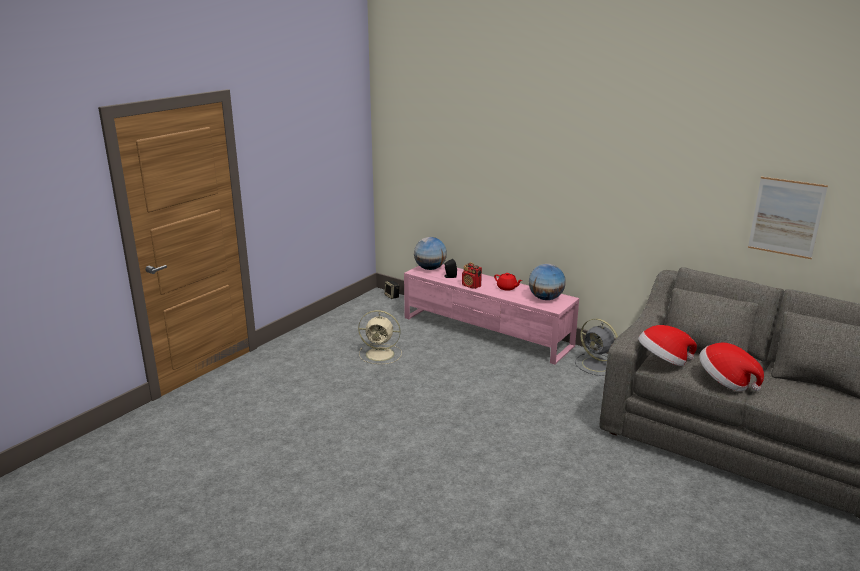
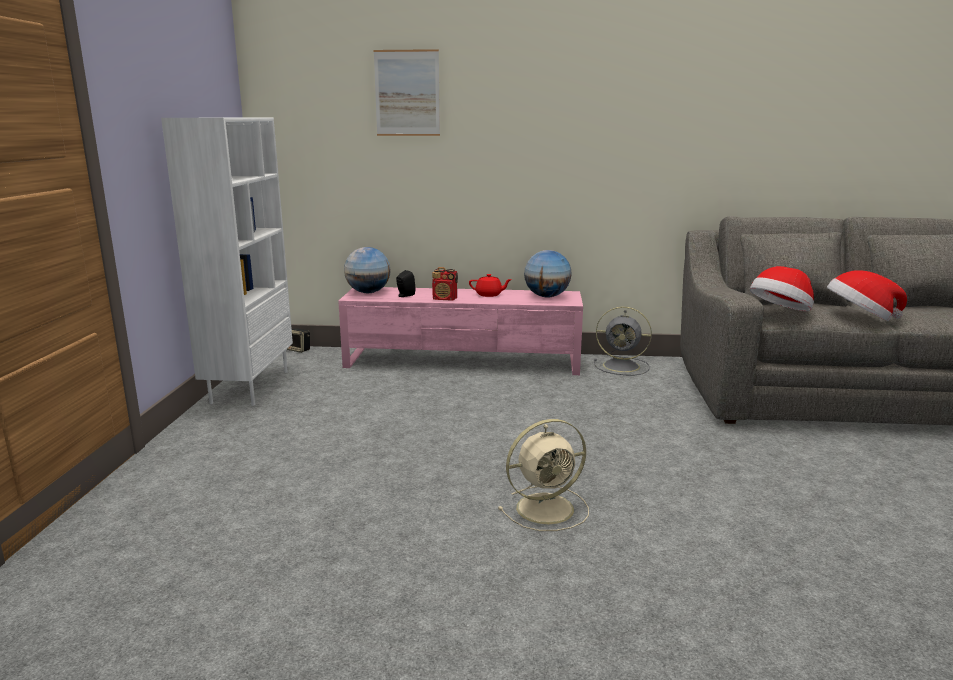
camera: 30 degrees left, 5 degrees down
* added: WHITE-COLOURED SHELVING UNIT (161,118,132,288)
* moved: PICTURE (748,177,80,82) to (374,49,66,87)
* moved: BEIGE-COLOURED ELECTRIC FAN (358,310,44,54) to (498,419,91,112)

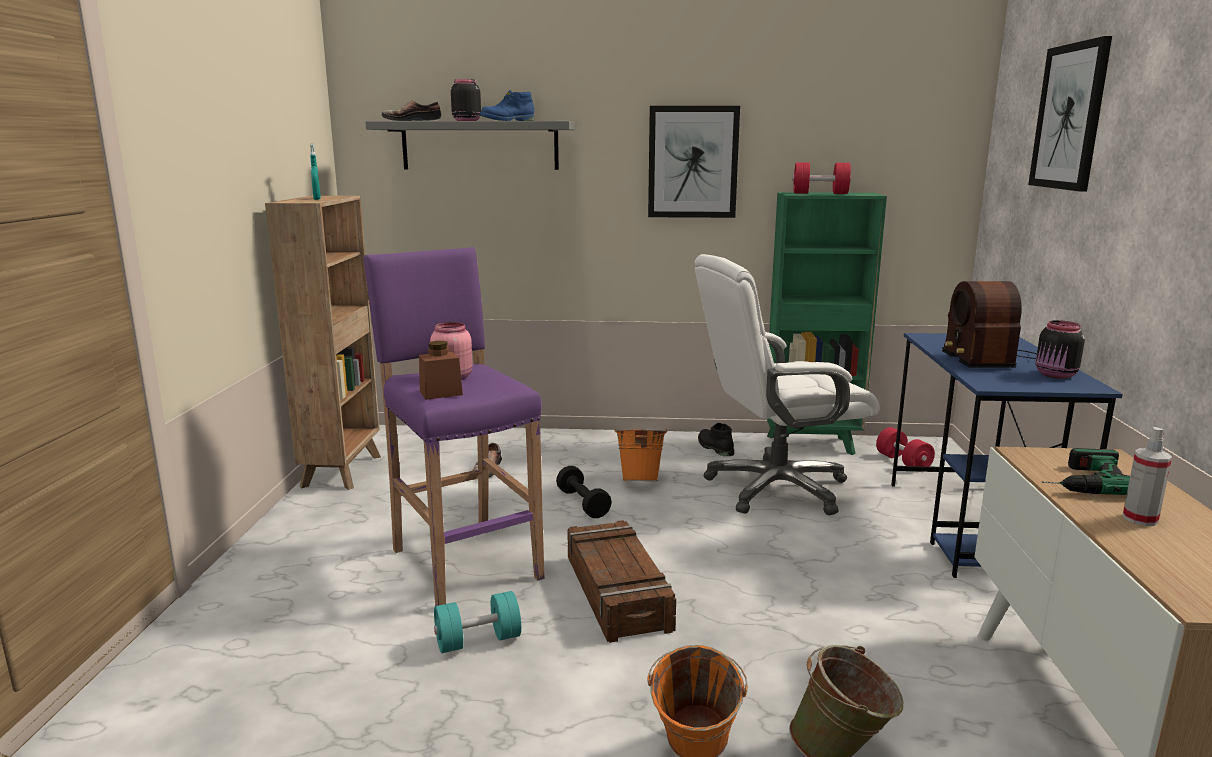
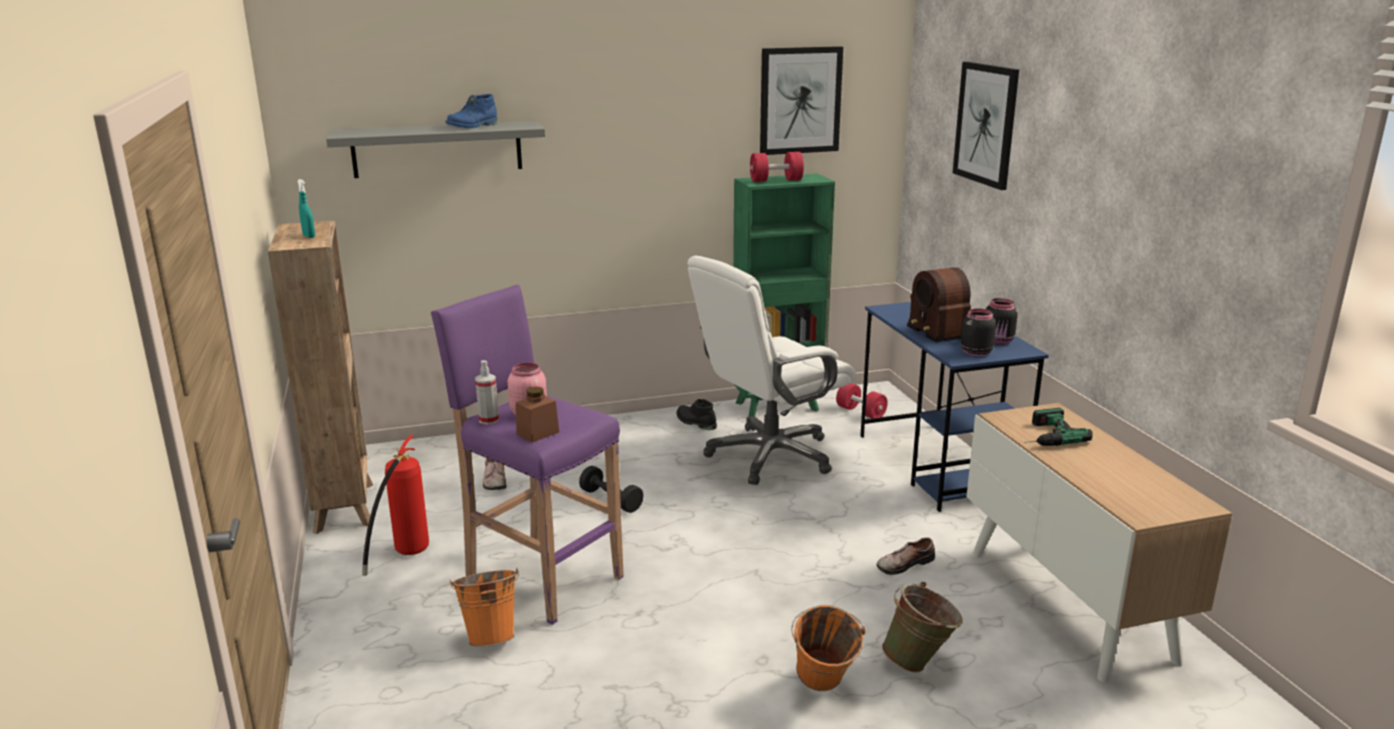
camera: 20 degrees left, 5 degrees up
* added: EXTINGUISHER (362,435,67,141)
* moved: ORANGEY BUCKET (614,428,54,53) to (450,568,69,79)
* moved: HAND SPRAYER (1122,427,50,99) to (475,360,24,65)
* moved: PICTURE (648,106,92,112) to (760,46,83,109)
* moved: ITEM OF FOOTWEAR (382,100,59,21) to (877,537,58,38)
* moved: BLACK-COLOURED PRESERVE JAR (451,79,30,42) to (961,308,35,49)
* removed: TURQUOISE-COLOURED HAND WEIGHT (434,591,87,62)
* removed: SHIPPING CRATE (567,520,109,123)

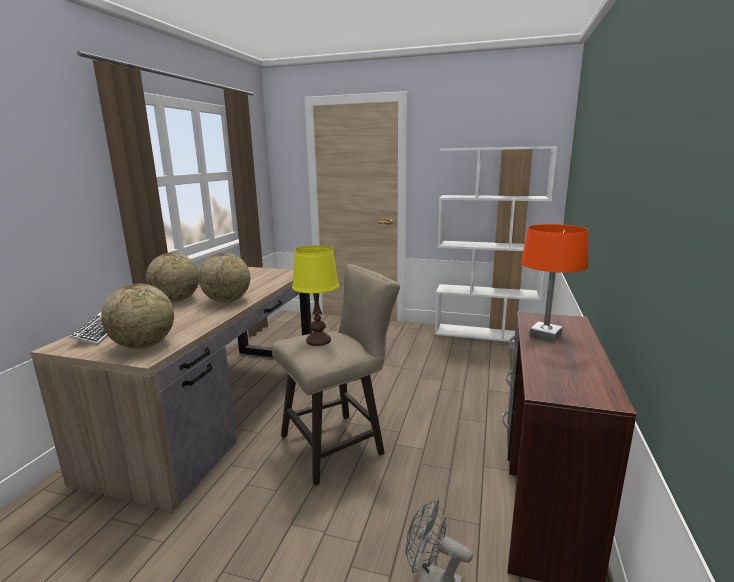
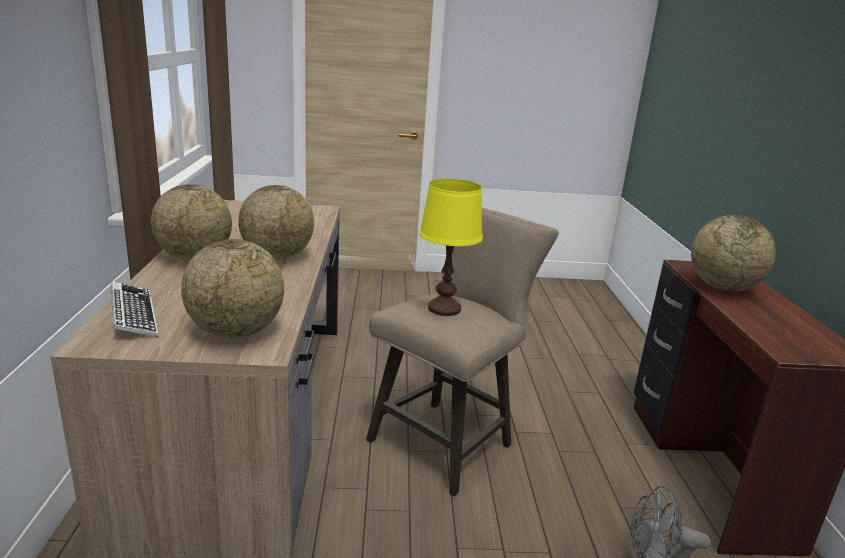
camera: 20 degrees left, 5 degrees up
* replaced: ORANGEY LAMP FOR A TABLE (521,224,67,118) to DESK GLOBE (691,215,85,76)
* removed: WHITE-COLOURED SHELVING UNIT (435,146,122,196)

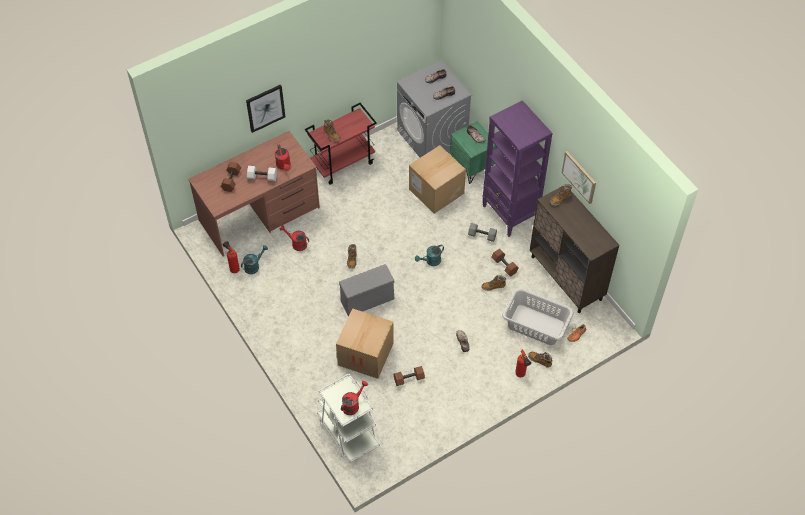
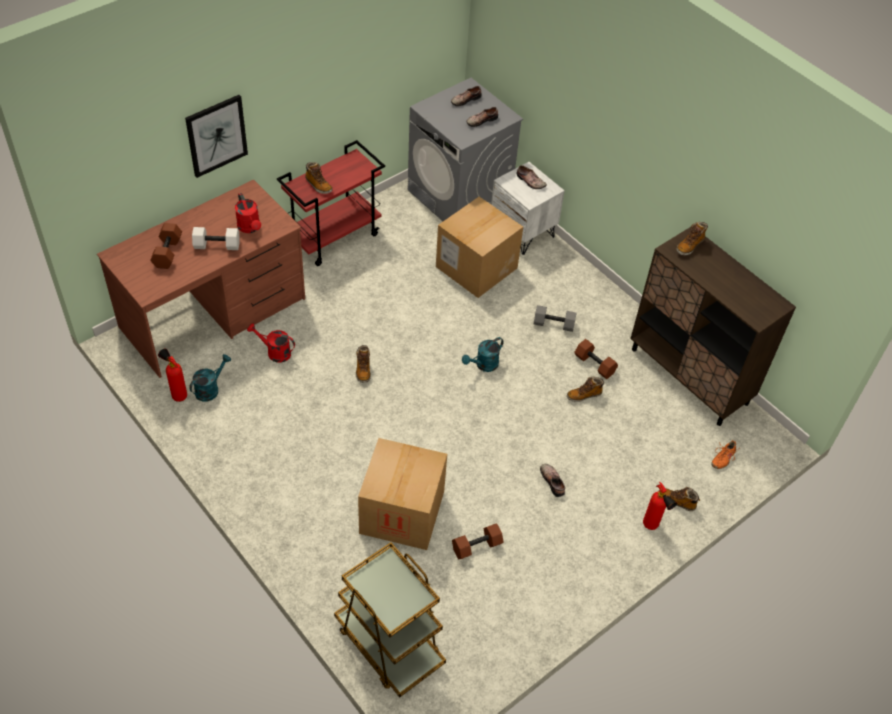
camera: 10 degrees left, 5 degrees down
* recoloured: WHITE-COLOURED WHEELED CART (317,374,63,89) to BROWNISH WHEELED CART (334,542,112,155)
* recoloured: GREEN-COLOURED NIGHTSTAND (450,121,47,63) to WHITE-COLOURED NIGHTSTAND (491,162,74,93)
* removed: GRAY STORAGE CONTAINER (339,264,55,53)
* removed: REDDISH WATERING CAN (341,381,27,34)
* removed: PURPLISH SHELVING UNIT (482,100,71,137)
* removed: GRAY HAMPER (502,288,72,57)
* removed: PICTURE (562,151,34,53)

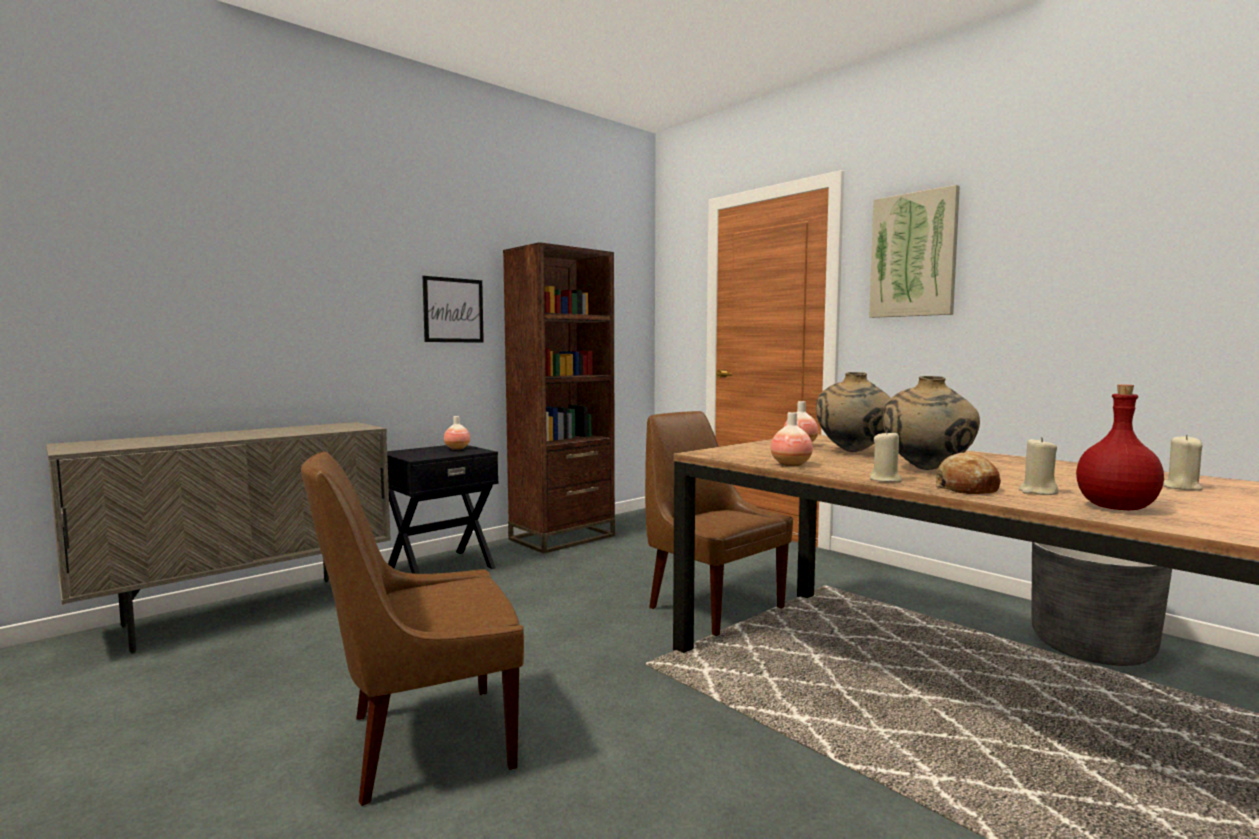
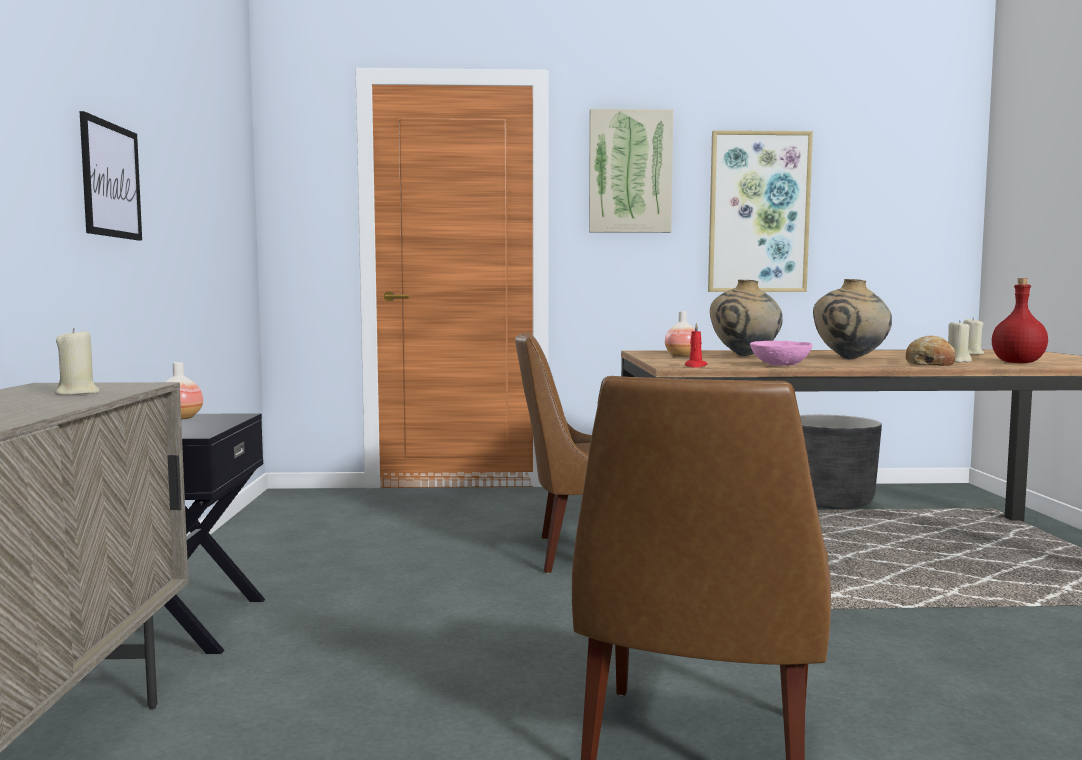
camera: 50 degrees left, 0 degrees up
* moved: BEIGE-COLOURED WAX LIGHT (870,430,32,52) to (55,328,45,67)
* added: REDDISH WAX LIGHT (685,322,22,46)
* added: PICTURE (708,130,105,162)
* replaced: DECORATIVE VASE (771,412,42,54) to PINKISH DEEP DISH (750,341,62,25)
* removed: BROWNISH SHELVING UNIT (503,242,112,312)

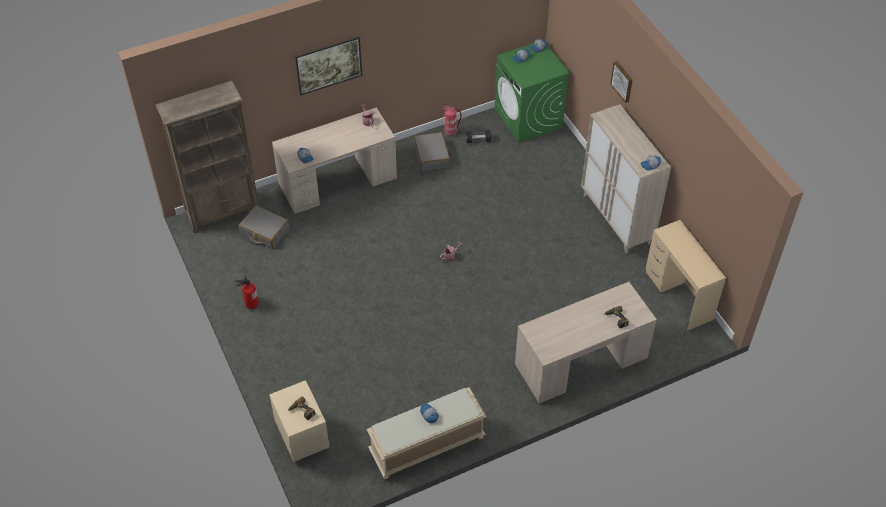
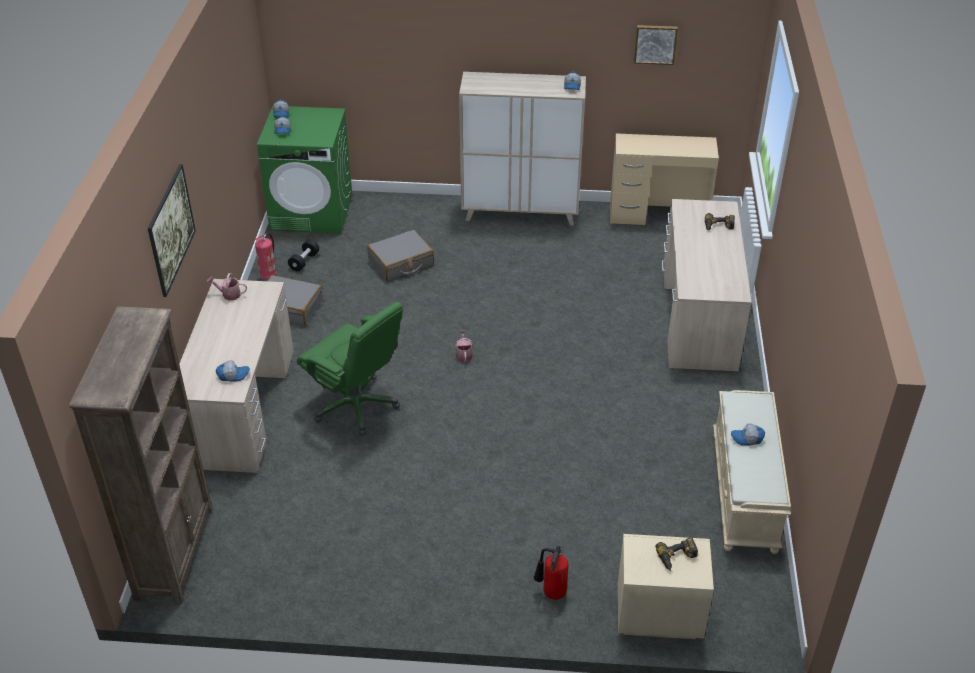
camera: 60 degrees left, 10 degrees down
* added: GREEN-COLOURED OFFICE CHAIR (297,302,106,134)
* moved: GRAY PIECE OF LUGGAGE (238,205,52,44) to (367,230,67,51)
* moved: EXTINGUISHER (235,275,24,34) to (533,546,36,54)
* moved: PICTURE (610,61,22,42) to (634,25,44,40)

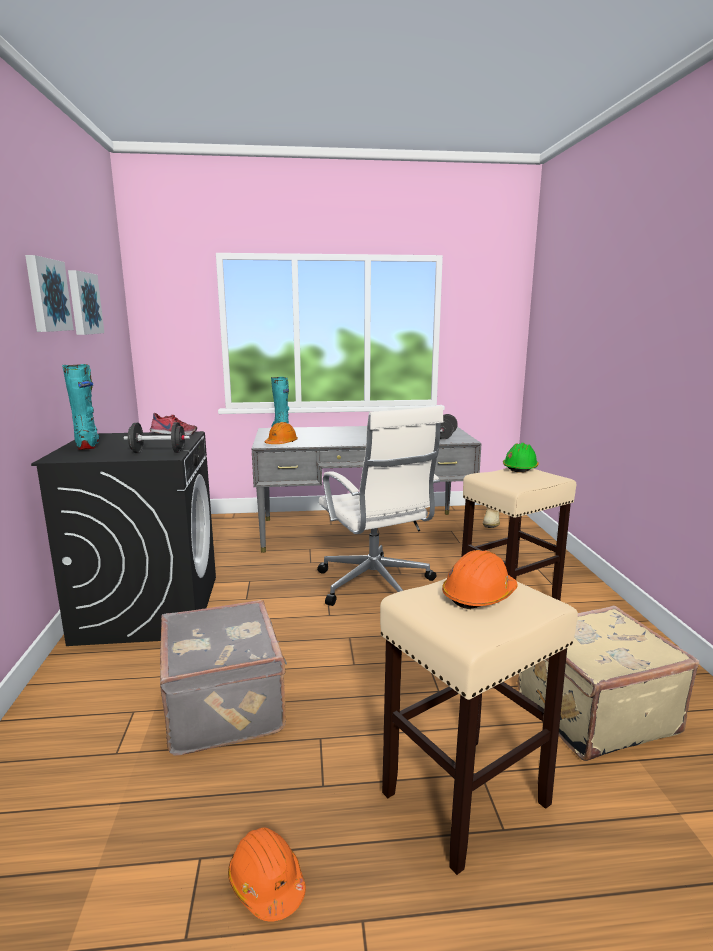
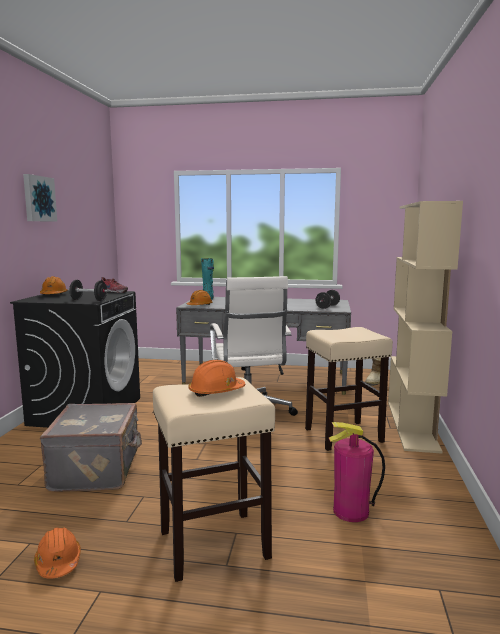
camera: 15 degrees right, 5 degrees down
* replaced: TURQUOISE-COLOURED TALL BOOT (62,364,37,86) to ORANGEY SAFETY HELMET (40,276,28,18)
* replaced: BEIGE-COLOURED PIECE OF LUGGAGE (518,605,181,156) to EXTINGUISHER (329,422,56,100)
* added: BEIGE-COLOURED SHELVING UNIT (388,201,75,252)
* removed: PICTURE (68,270,36,65)
* removed: GREEN-COLOURED SAFETY HELMET (503,443,36,30)

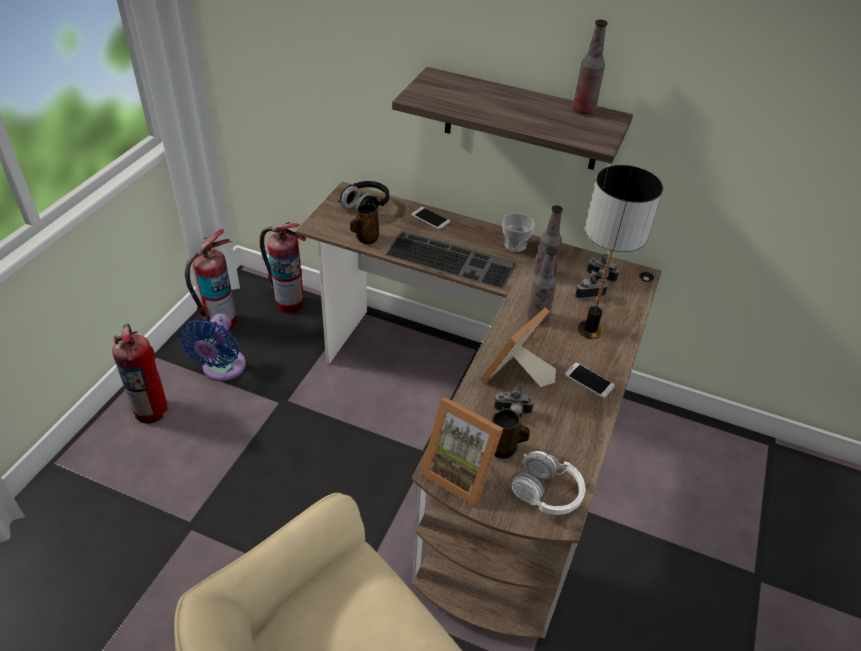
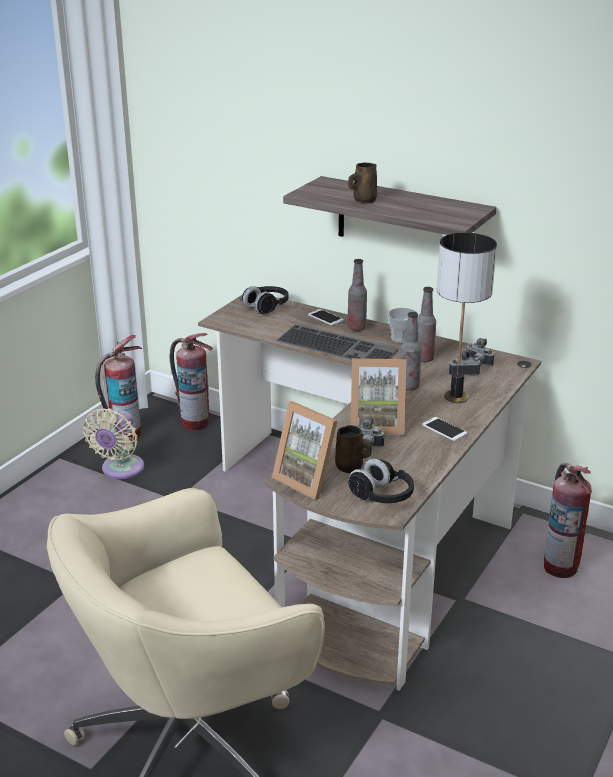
camera: 10 degrees right, 15 degrees down
* recoloured: BLUE ELECTRIC FAN (179,313,67,68) to BEIGE-COLOURED ELECTRIC FAN (83,408,61,71)
* moved: BEVERAGE BOTTLE (573,20,35,94) to (347,259,20,72)
* moved: BROWNISH TEA MUG (350,204,29,40) to (348,163,29,41)
* recoloured: WHITE-COLOURED HEADSET (511,451,75,64) to BLACK-COLOURED HEADSET (348,459,66,44)
* turned: PHOTO FRAME (480,307,76,80) = (351,358,55,77) 135 degrees counterclockwise
* moved: EXTINGUISHER (112,324,56,100) to (544,463,48,115)

